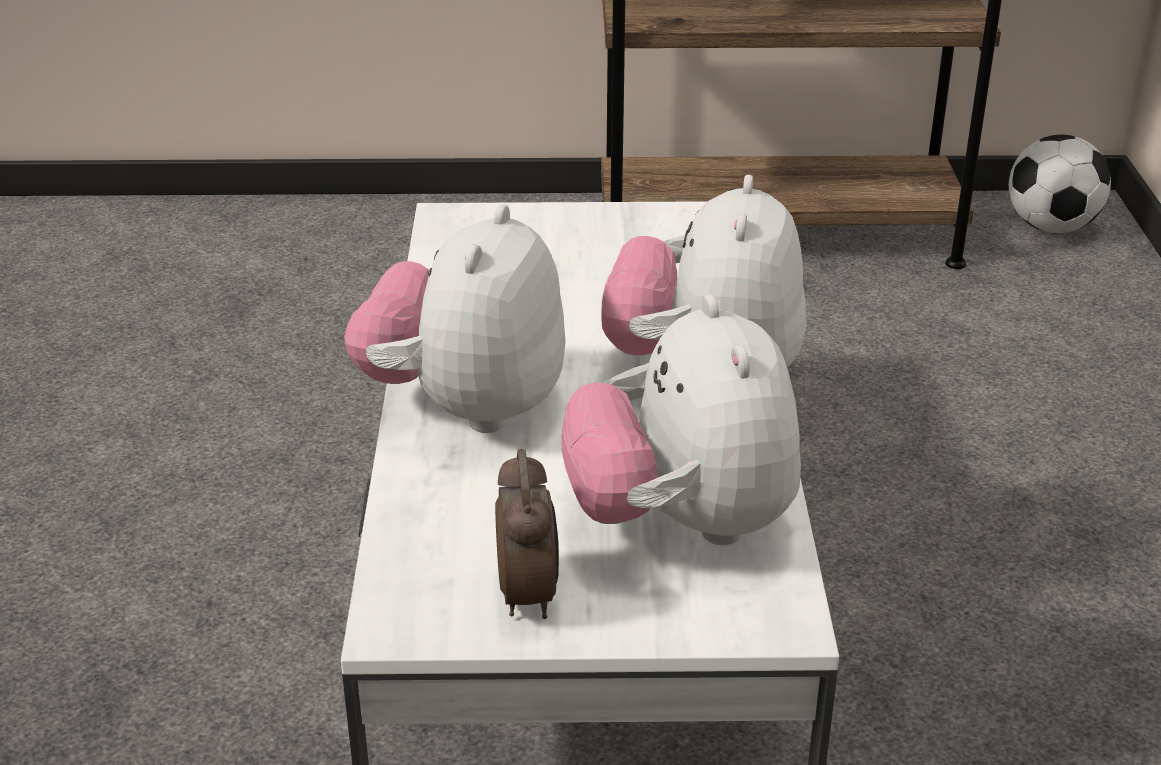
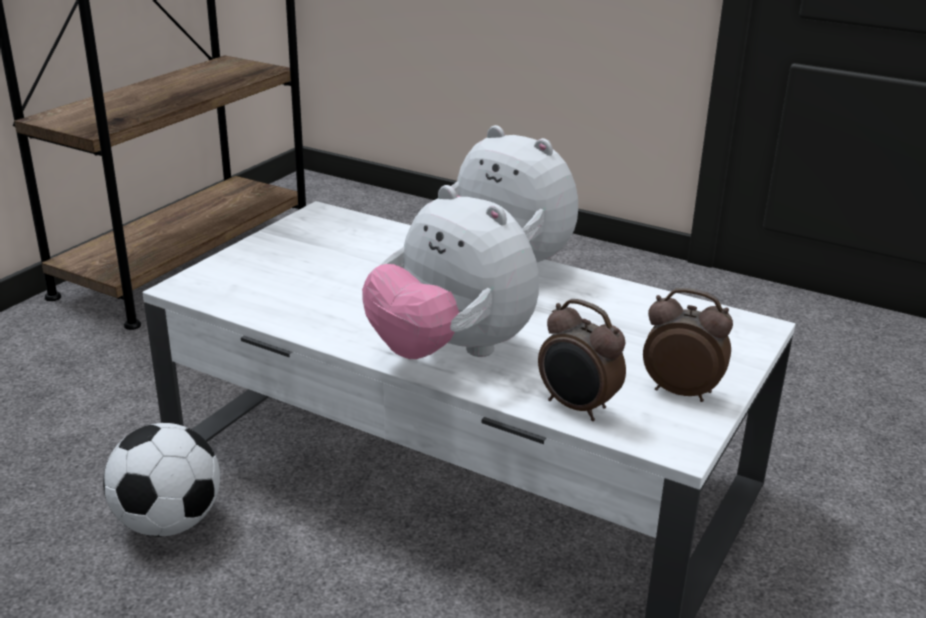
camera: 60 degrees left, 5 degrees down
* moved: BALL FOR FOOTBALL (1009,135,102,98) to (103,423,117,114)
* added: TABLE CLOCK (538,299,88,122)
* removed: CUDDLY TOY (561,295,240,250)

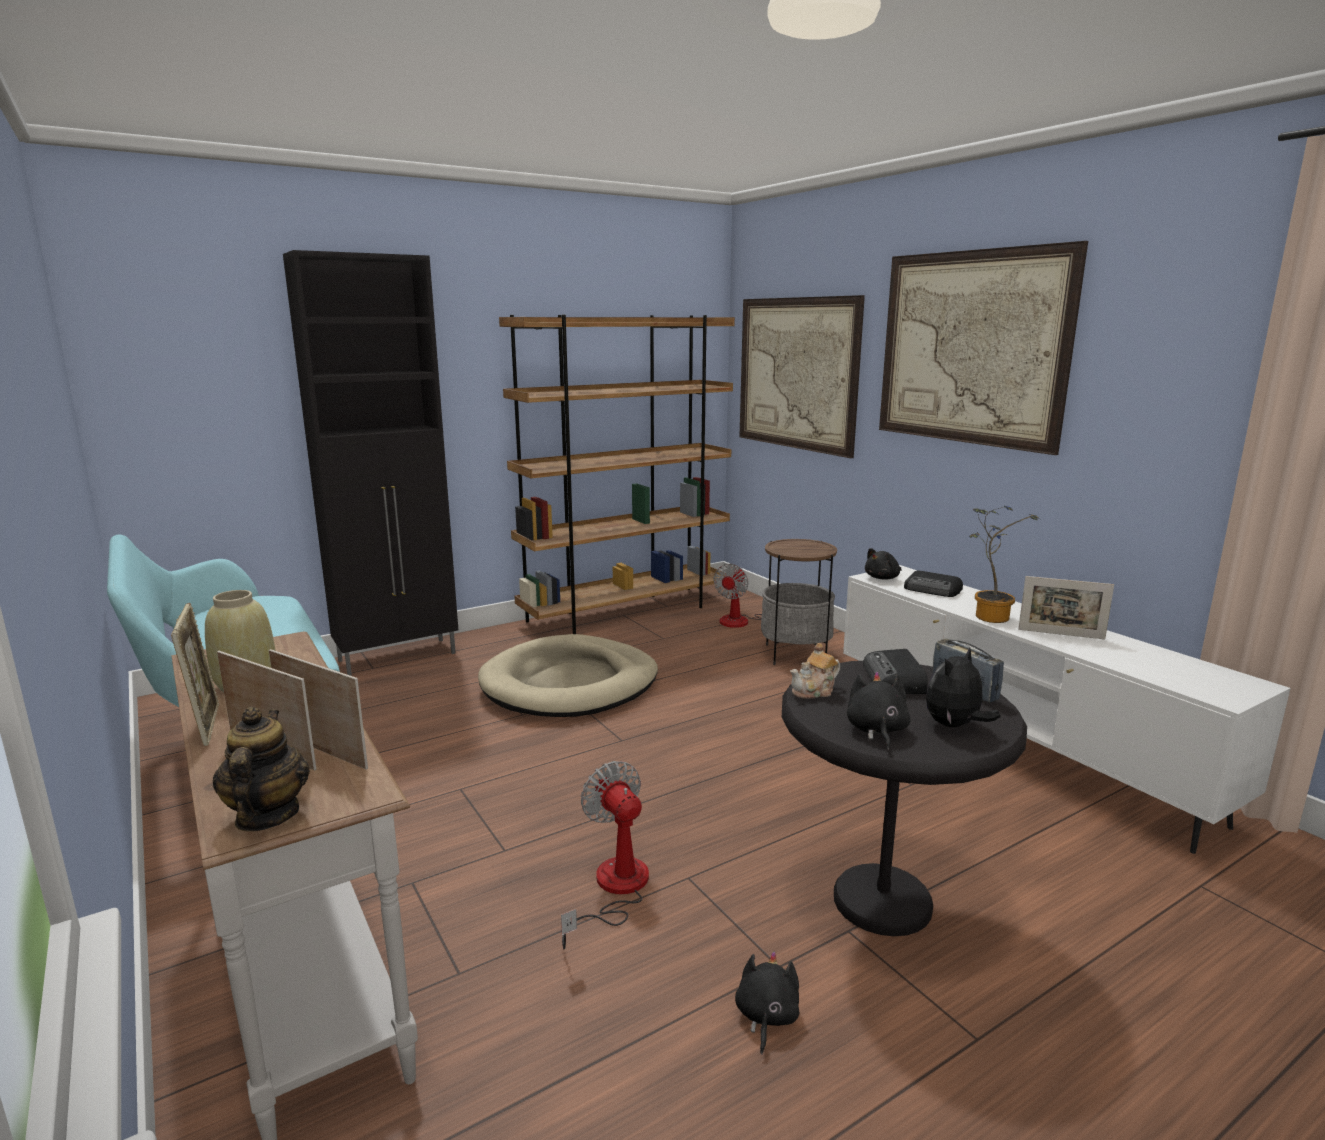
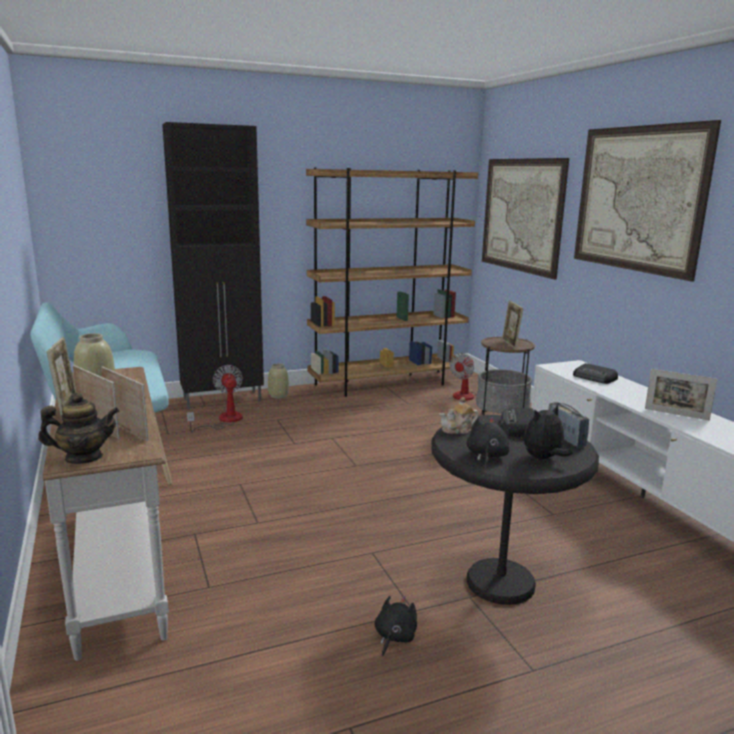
camera: 10 degrees right, 0 degrees up
* turned: POT FOR TEA (213,707,97,125) = (38,392,81,72) 75 degrees clockwise
* moved: ELECTRIC FAN (561,761,88,188) to (187,365,56,67)
* added: BEIGE-COLOURED DECORATIVE VASE (268,363,21,36)
* added: PHOTO FRAME (502,300,22,49)
* removed: BEIGE-COLOURED DOG BED (478,634,180,83)
* removed: BLACK-COLOURED CUDDLY TOY (865,548,37,31)
* removed: PLANT IN A POT (969,506,71,117)

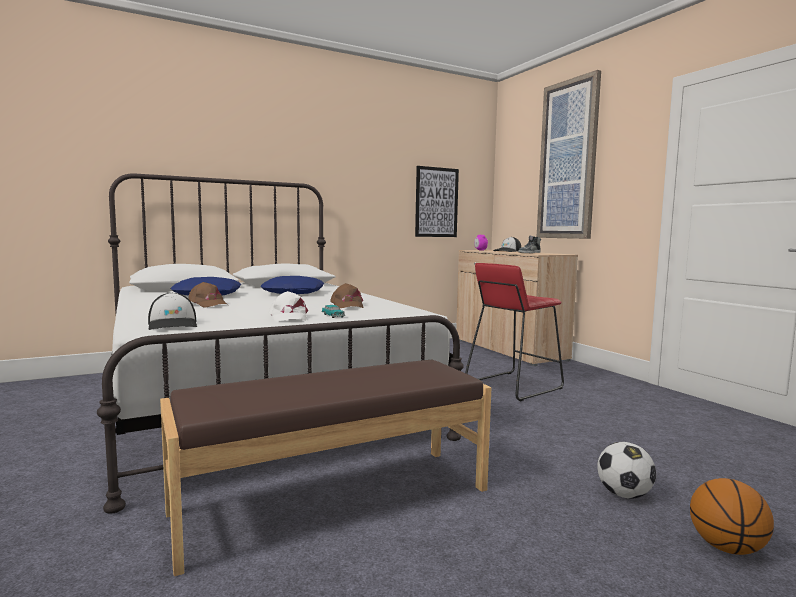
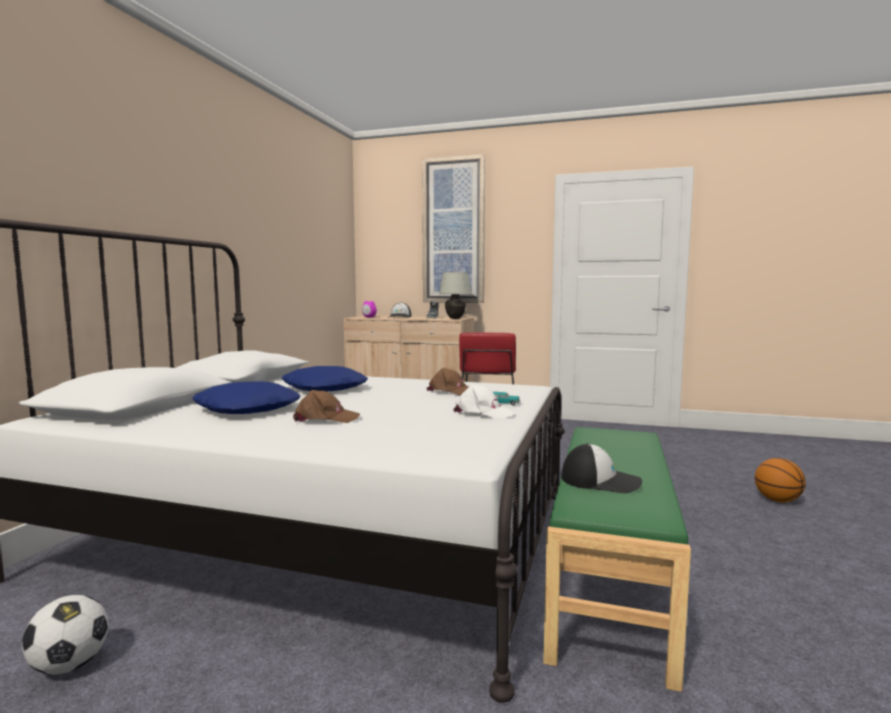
camera: 45 degrees left, 0 degrees up
* moved: BALL FOR FOOTBALL (597,442,59,57) to (22,595,87,80)
* added: WHITE-COLOURED LAMP FOR A TABLE (439,272,33,47)
* recoloured: BROWNISH BENCH (160,359,331,217) to GREEN-COLOURED BENCH (543,427,148,265)
* moved: BASEBALL CAP (148,292,49,38) to (562,444,80,49)
* removed: PICTURE (415,166,44,71)

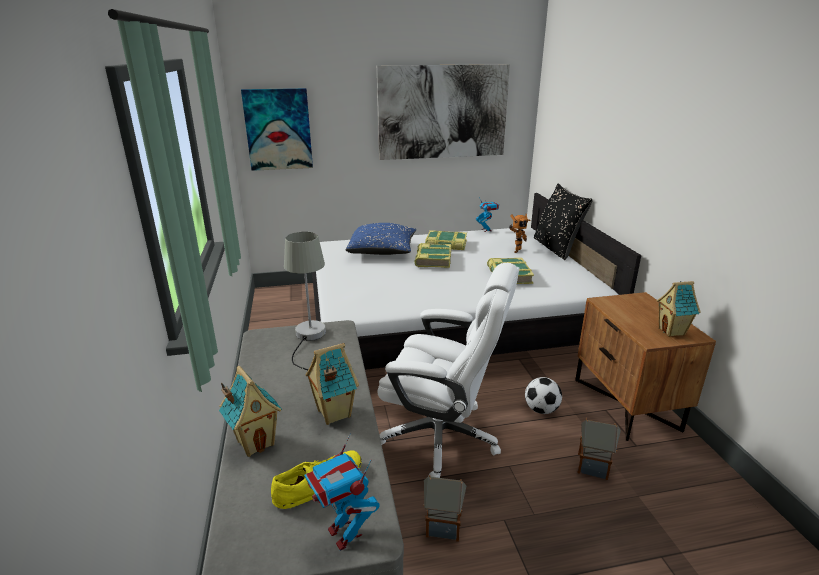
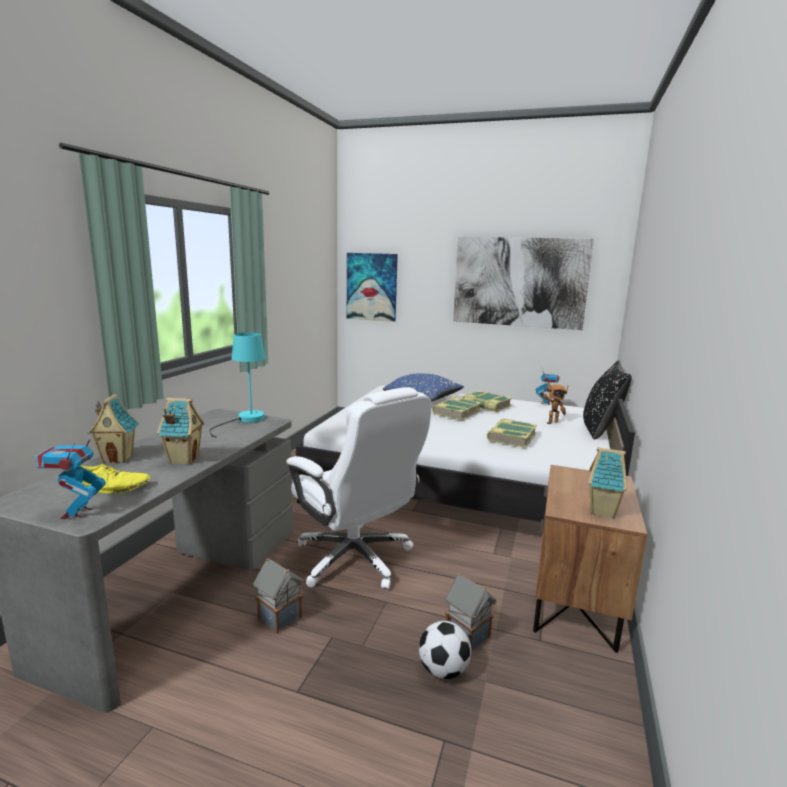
camera: 30 degrees right, 10 degrees down
* recoloured: GRAY LAMP FOR A TABLE (284,232,42,138) to TURQUOISE-COLOURED LAMP FOR A TABLE (210,332,55,106)
* moved: BALL FOR FOOTBALL (525,377,37,37) to (419,621,52,58)

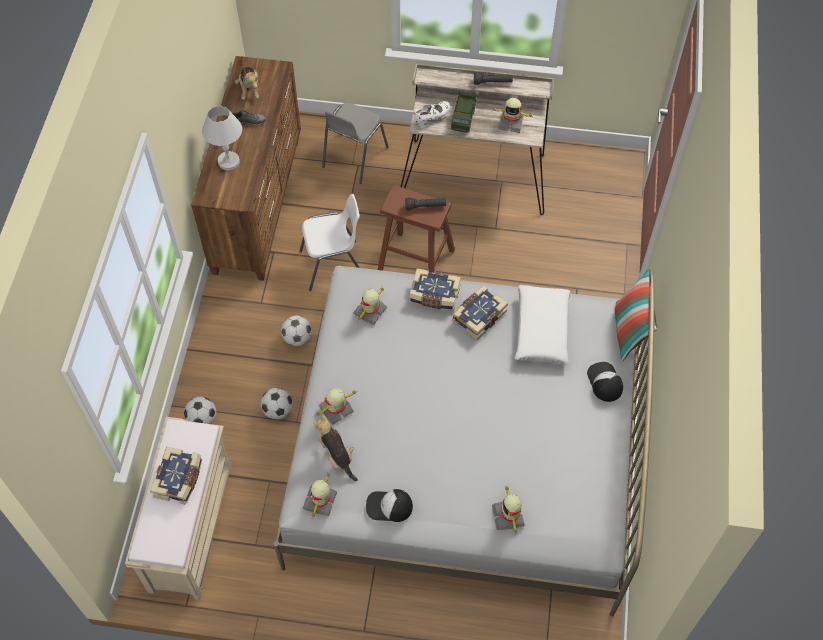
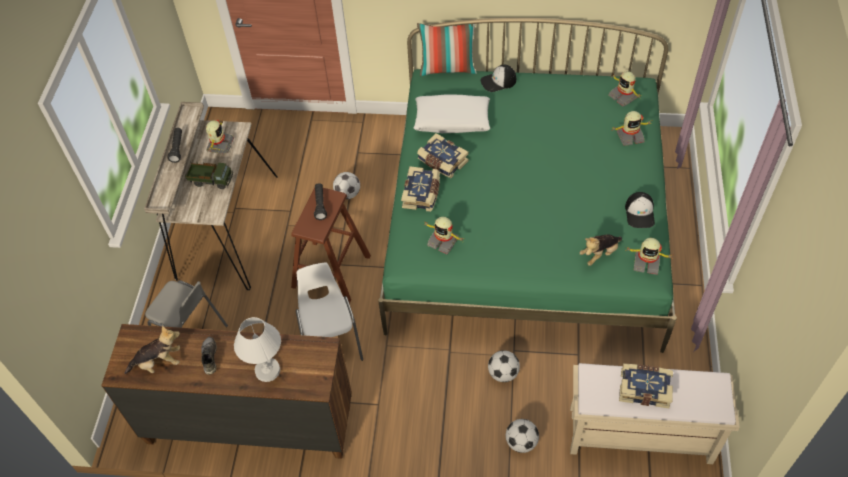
camera: 90 degrees left, 5 degrees down
* moved: BALL FOR FOOTBALL (281,315,31,31) to (333,172,27,27)
* recoloured: WHITE-COLOURED BED (273,266,381,351) to GREEN-COLOURED BED (378,18,299,335)
* moved: TOY ROBOT (316,388,41,37) to (608,71,33,36)
* removed: WHITE-COLOURED ITEM OF FOOTWEAR (414,101,36,27)

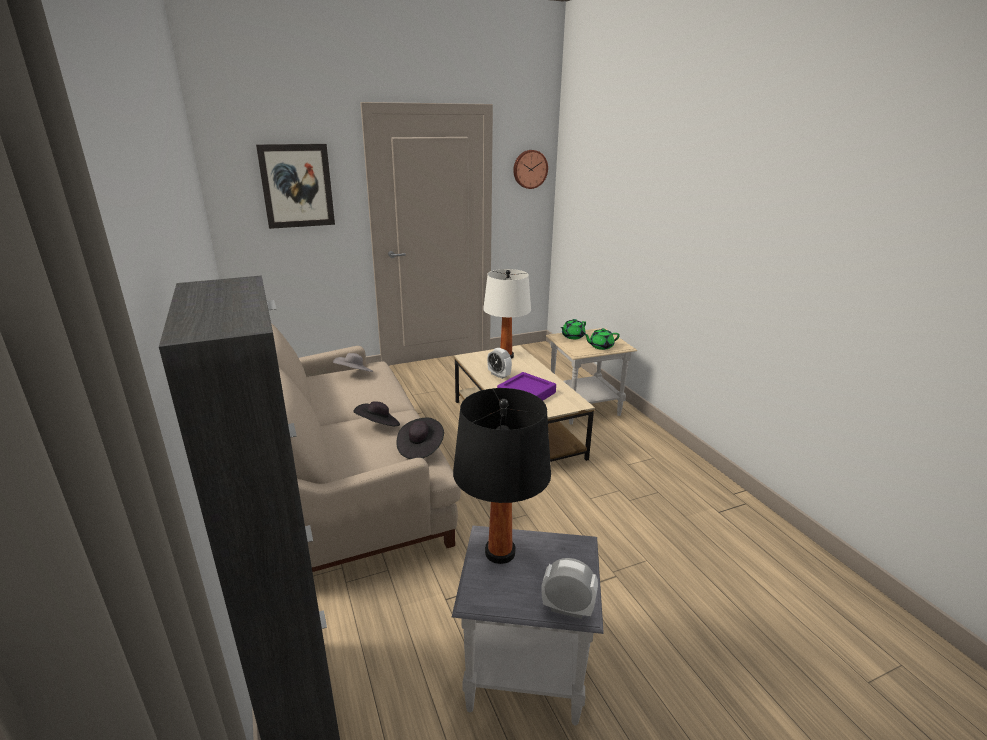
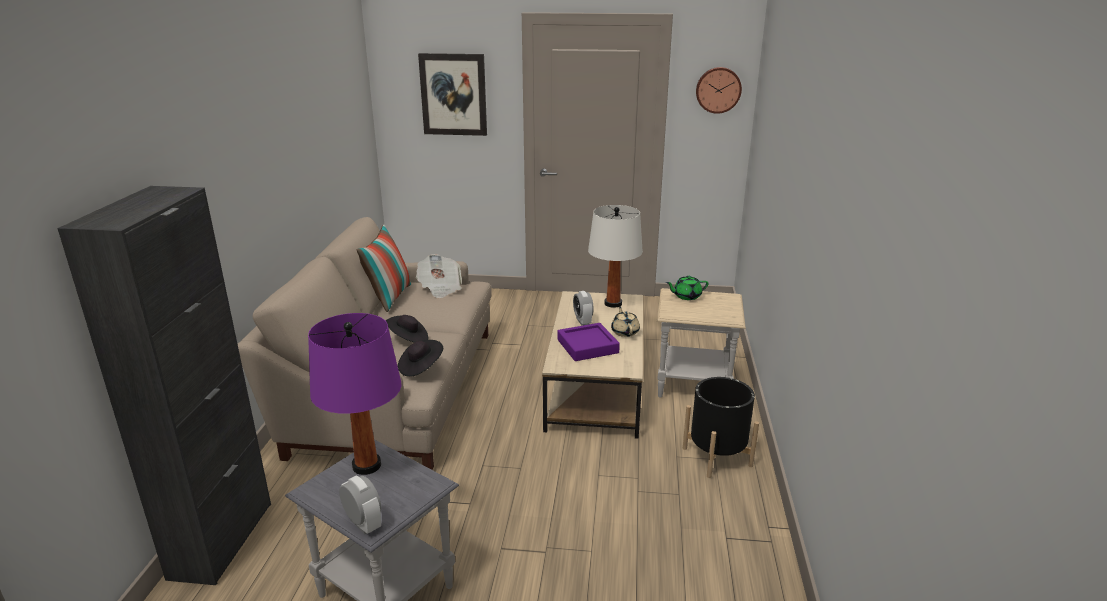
camera: 30 degrees right, 0 degrees up
* recoloured: BLACK-COLOURED LAMP FOR A TABLE (453,388,98,176) to PURPLISH LAMP FOR A TABLE (308,313,93,162)
* added: CUSHION (357,225,54,87)
* replaced: GRAY HAT (333,353,40,19) to DAILY PAPER (416,254,46,44)
* added: BEIGE-COLOURED POT FOR TEA (611,306,29,31)
* added: BLACK-COLOURED FLOWER POT (683,377,76,101)
* removed: GREEN-COLOURED POT FOR TEA (583,328,37,22)

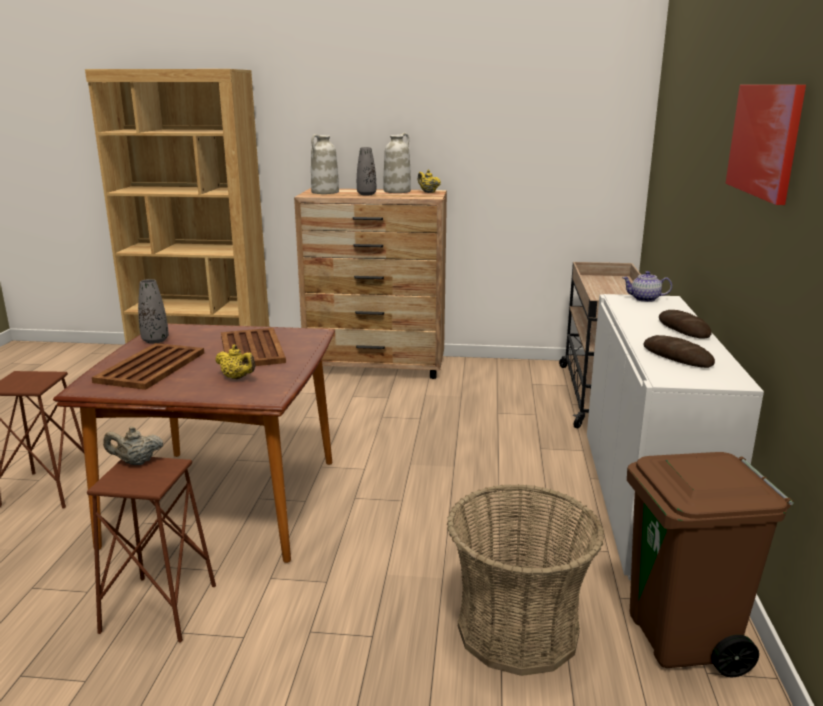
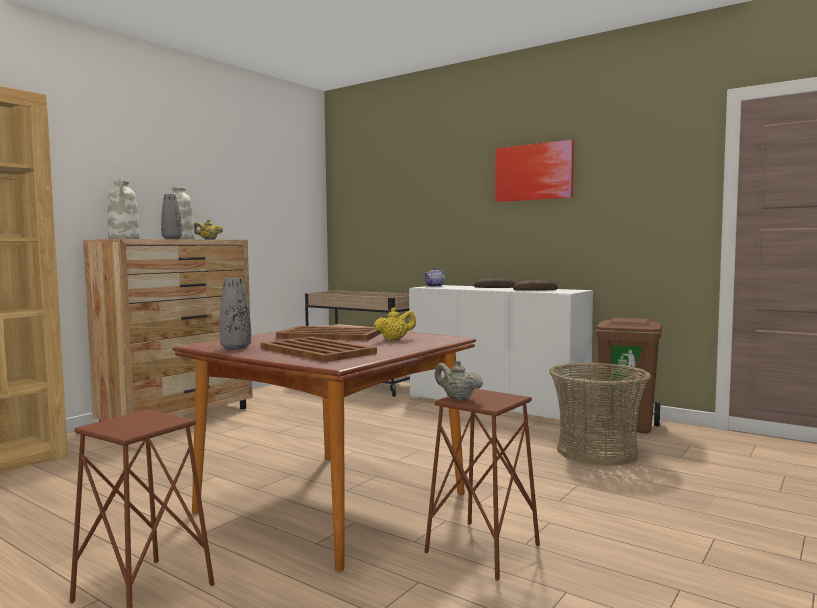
camera: 60 degrees left, 15 degrees down
* turned: BEIGE-COLOURED POT FOR TEA (103,427,60,38) = (435,360,48,40) 105 degrees clockwise

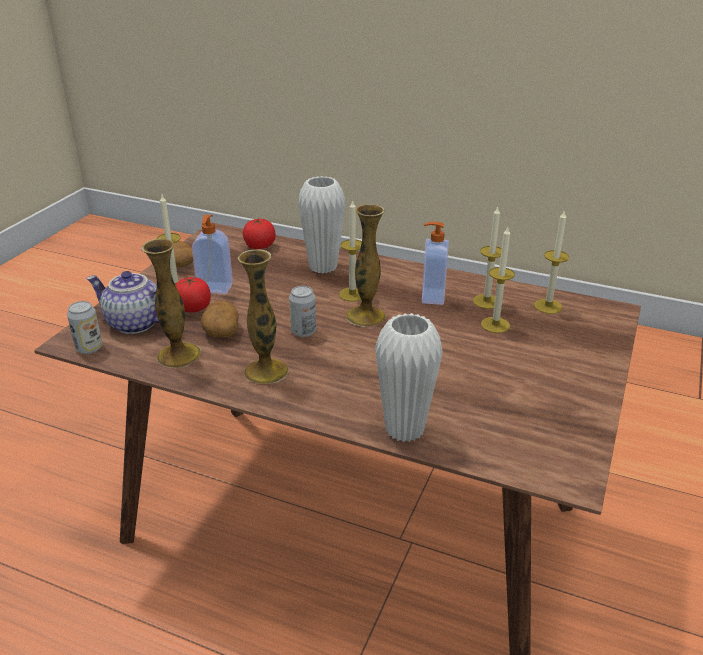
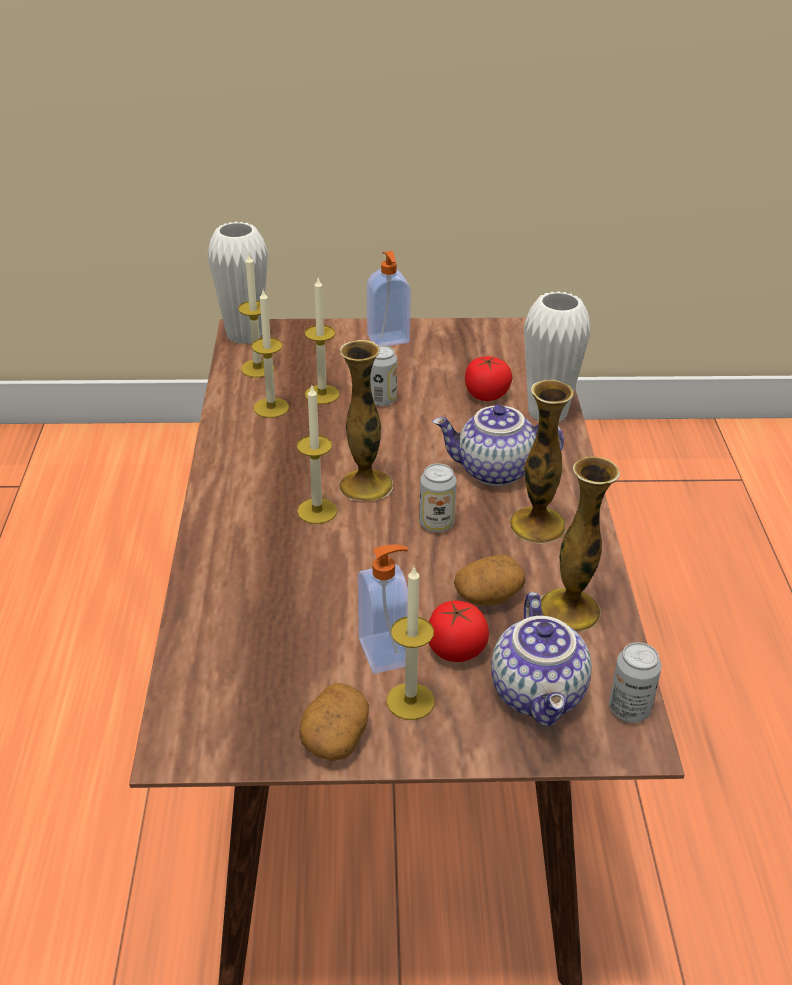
camera: 115 degrees left, 5 degrees up
* moved: WHITE-COLOURED DECORATIVE VASE (298,176,48,98) to (207,222,61,122)
* moved: LIQUID SOAP BOTTLE (422,222,27,83) to (367,251,44,95)
* added: CAN (370,345,27,61)
* added: POT FOR TEA (432,405,132,81)
* moved: FRESH TOMATO (243,218,33,31) to (465,356,47,45)

